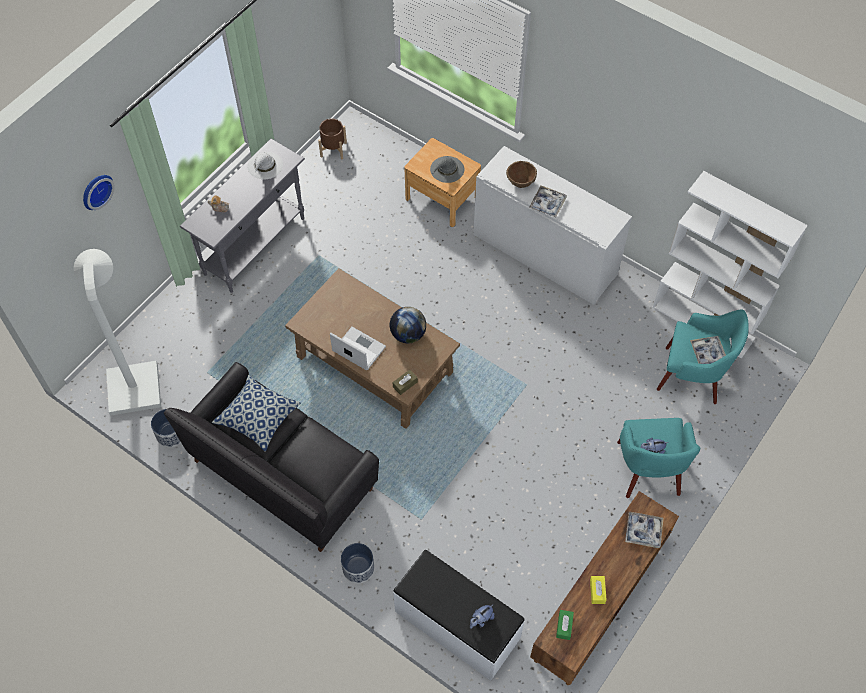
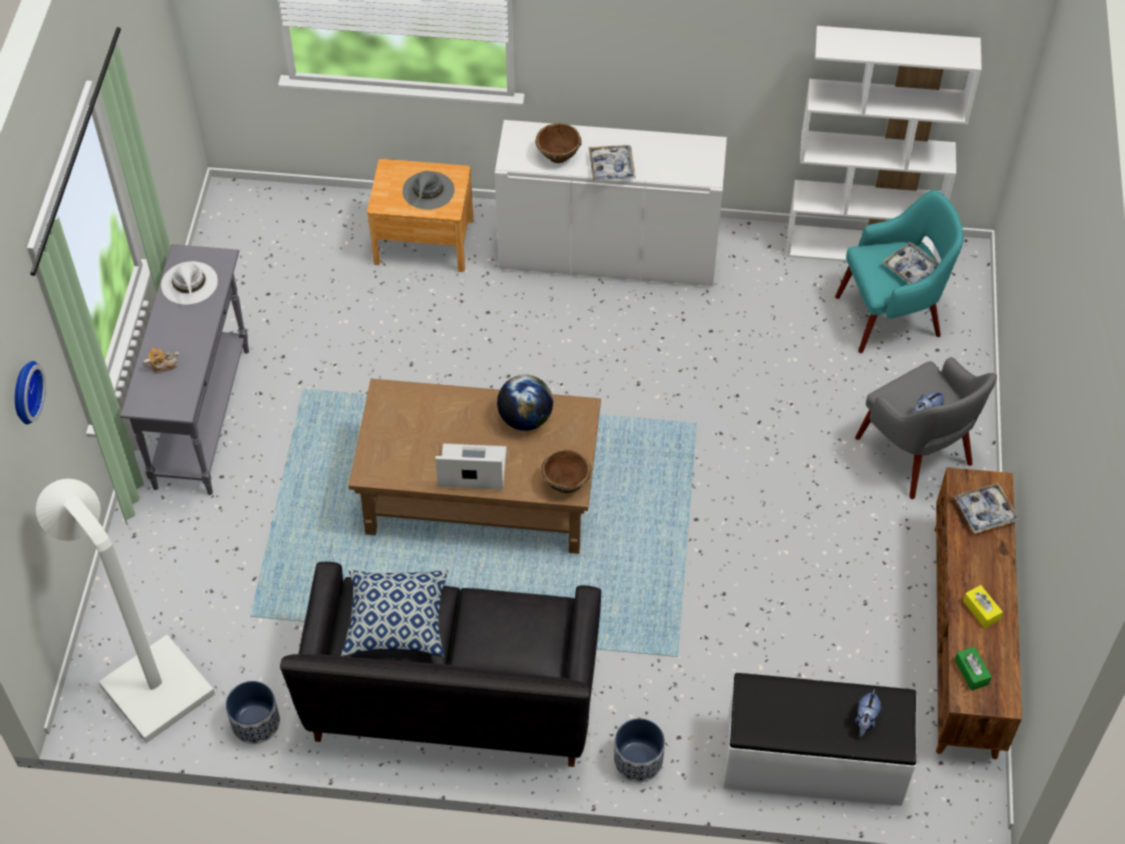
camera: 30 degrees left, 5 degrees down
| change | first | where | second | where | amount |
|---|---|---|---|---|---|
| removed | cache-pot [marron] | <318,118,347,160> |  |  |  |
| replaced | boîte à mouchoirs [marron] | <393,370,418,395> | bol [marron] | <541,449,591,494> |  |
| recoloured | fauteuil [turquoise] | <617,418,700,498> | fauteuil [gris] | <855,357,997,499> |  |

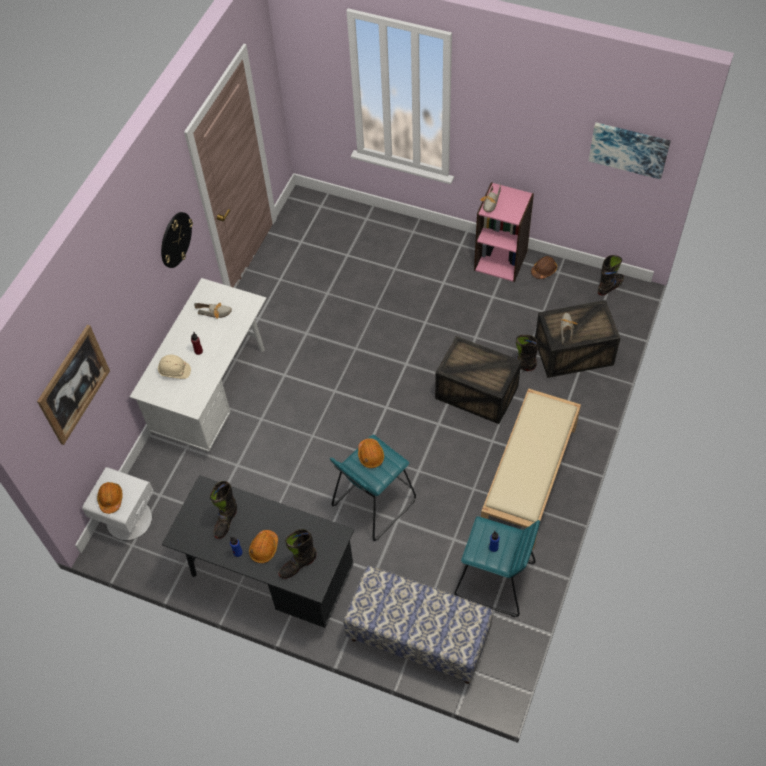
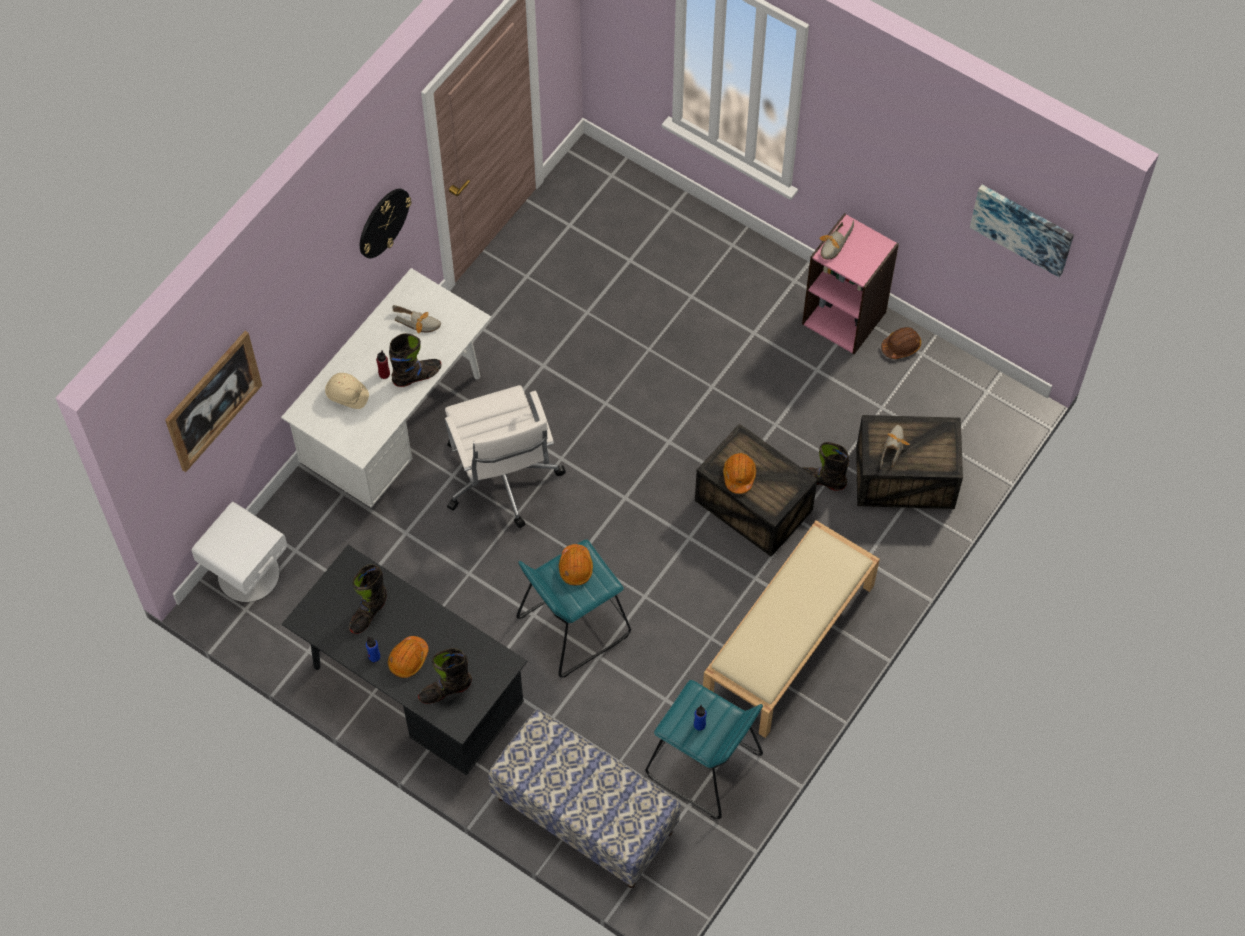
camera: 10 degrees right, 5 degrees up
| change | first | where | second | where | amount |
|---|---|---|---|---|---|
| moved | casque de chantier [orange] | <97,482,123,514> |  | <723,453,756,494> |  |
| moved | botte [noir] | <598,255,624,296> |  | <389,333,441,387> |  |
| added |  |  | chaise de bureau [blanc] | <445,385,566,528> |  |

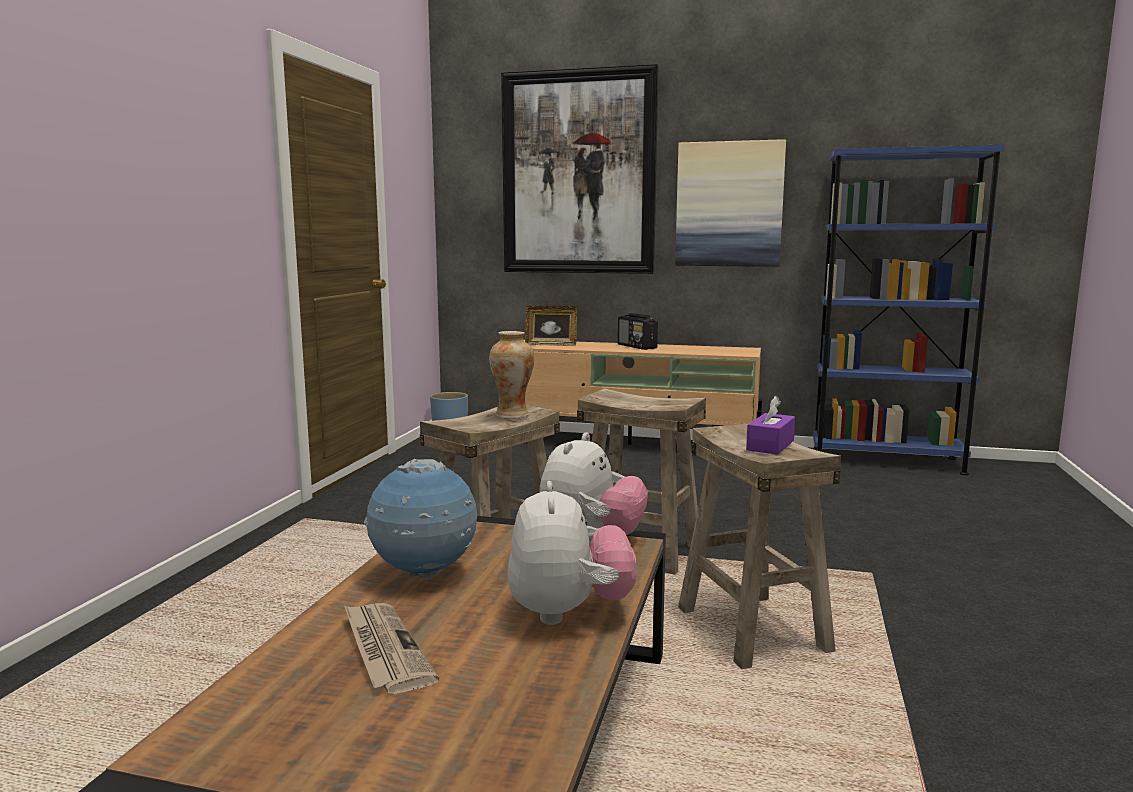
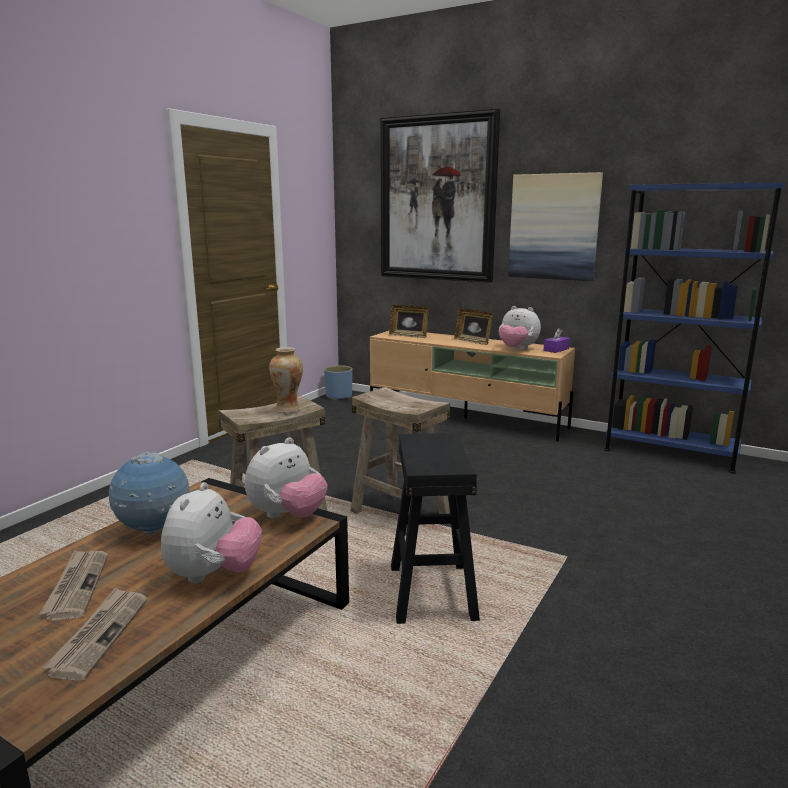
camera: 15 degrees right, 5 degrees up
| change | first | where | second | where | amount |
|---|---|---|---|---|---|
| replaced | radio | <618,313,658,350> | cadre photo | <454,308,493,345> |  |
| recoloured | tabouret [beige] | <678,424,841,669> | tabouret [noir] | <391,433,480,624> |  |
| moved | boîte à mouchoirs [violet] | <746,396,795,455> |  | <543,328,570,353> |  |
| added |  |  | journal | <42,587,147,681> |  |
| added |  |  | peluche | <499,306,541,350> |  |

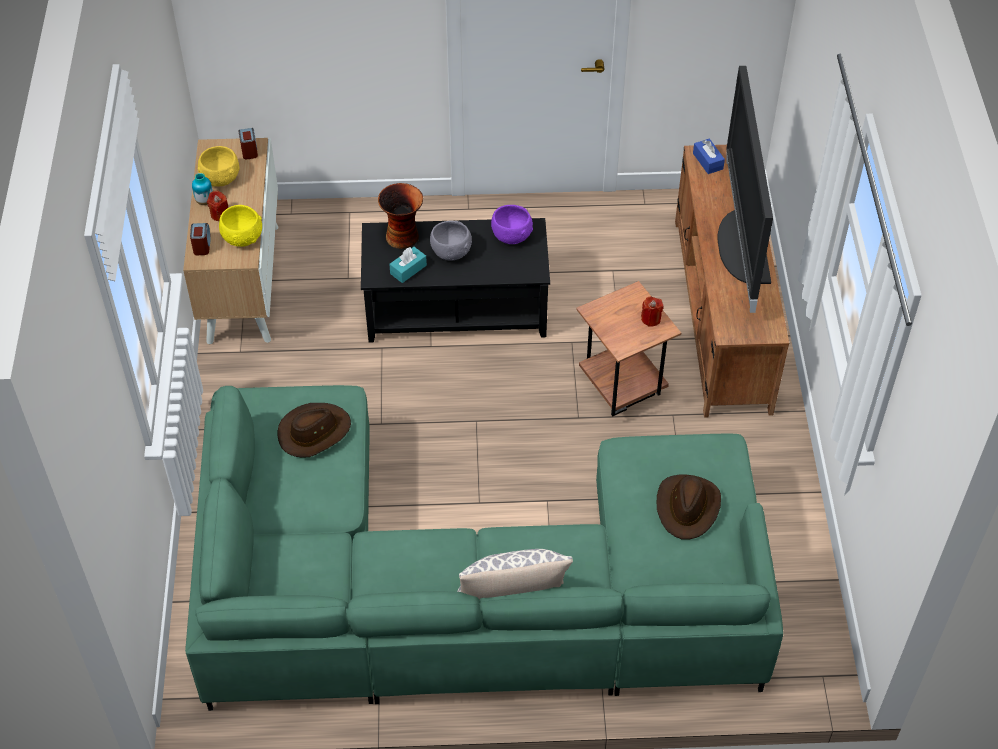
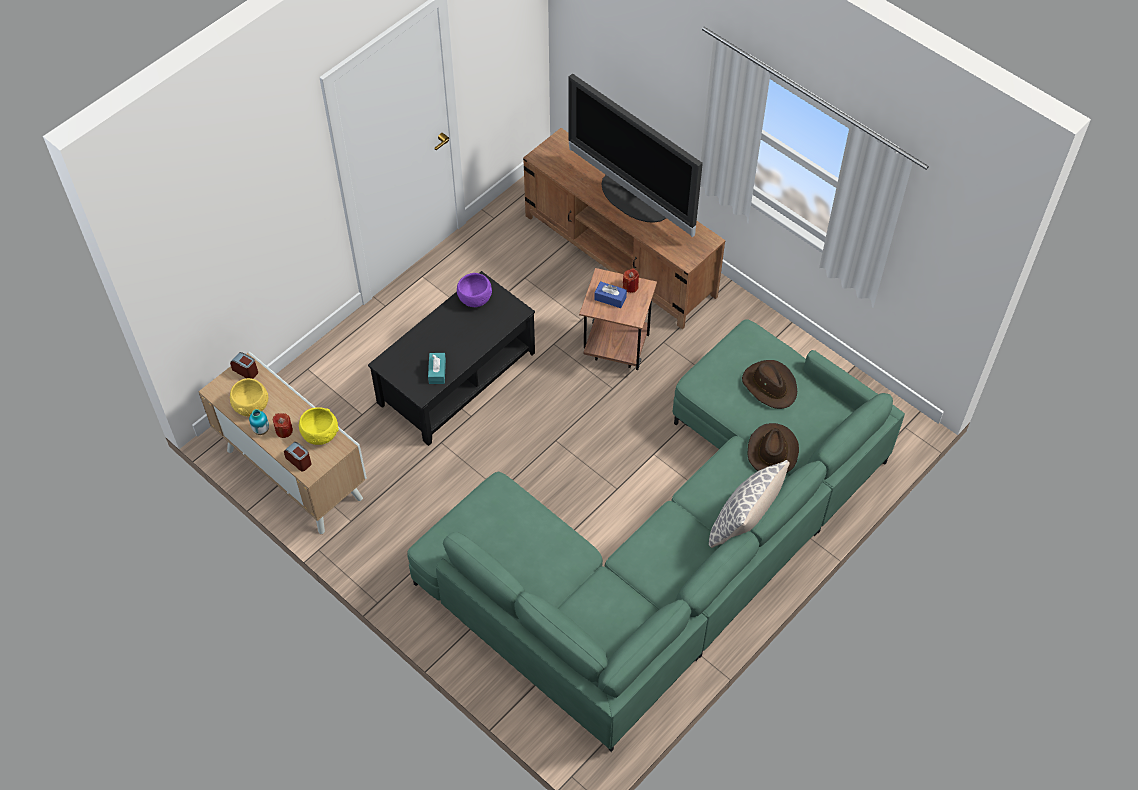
camera: 45 degrees left, 5 degrees up
| change | first | where | second | where | amount |
|---|---|---|---|---|---|
| moved | chapeau [marron] | <278,403,351,458> |  | <748,423,799,472> |  |
| removed | vase | <378,183,423,249> |  |  |  |
| removed | bol [gris] | <430,221,472,260> |  |  |  |
| moved | boîte à mouchoirs [bleu] | <693,139,725,174> |  | <594,281,627,308> |  |

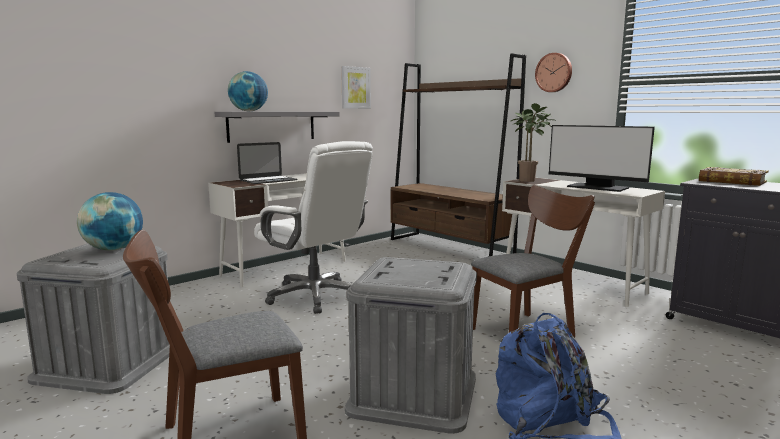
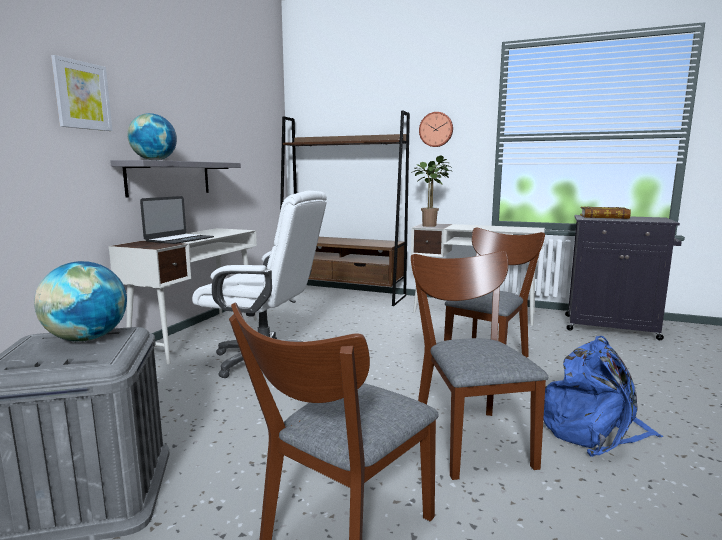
camera: 25 degrees left, 0 degrees up
| change | first | where | second | where | amount |
|---|---|---|---|---|---|
| moved | tableau | <341,66,371,109> |  | <51,55,112,131> |  |
| replaced | boîte de rangement [gris] | <345,257,477,434> | chaise [marron] | <411,251,548,480> |  |
| removed | écran d'ordinateur | <549,125,655,192> |  |  |  |

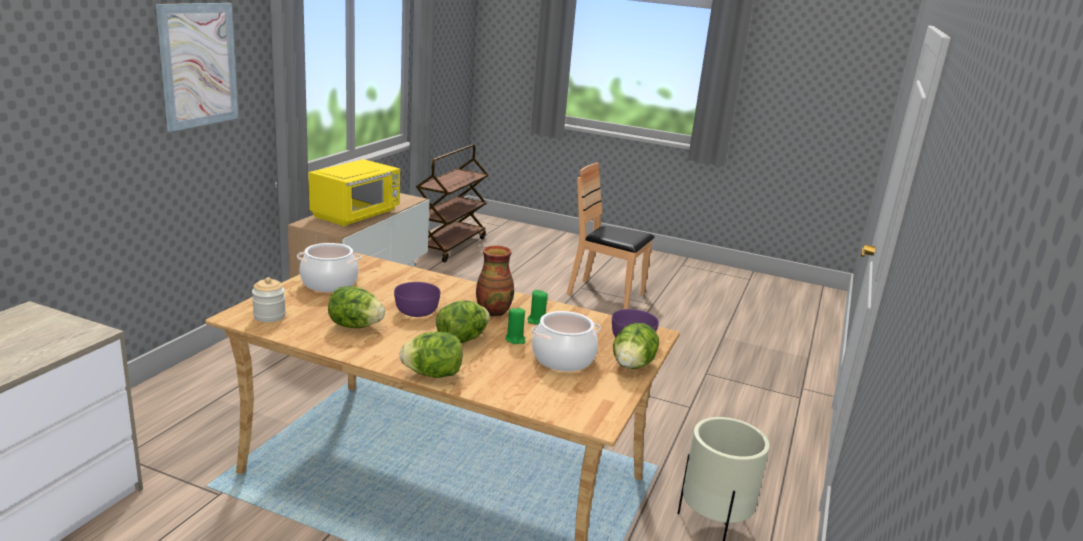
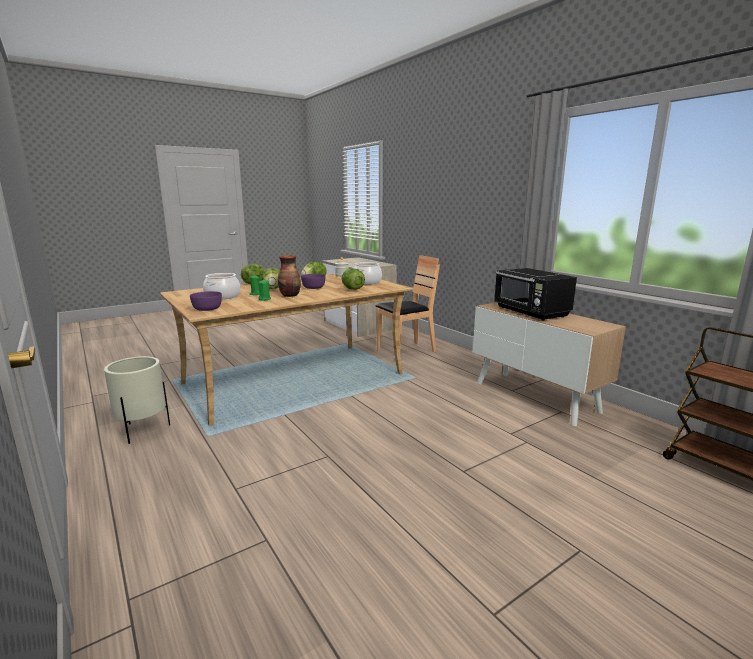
camera: 125 degrees right, 5 degrees down
| change | first | where | second | where | amount |
|---|---|---|---|---|---|
| removed | tableau | <156,3,238,132> |  |  |  |
| recoloured | micro-ondes [jaune] | <308,159,400,227> | micro-ondes [noir] | <494,268,577,321> |  |
| moved | chaise [marron] | <567,163,655,309> |  | <376,255,440,352> |  |
| moved | laitue | <613,323,659,369> |  | <342,268,365,290> |  |

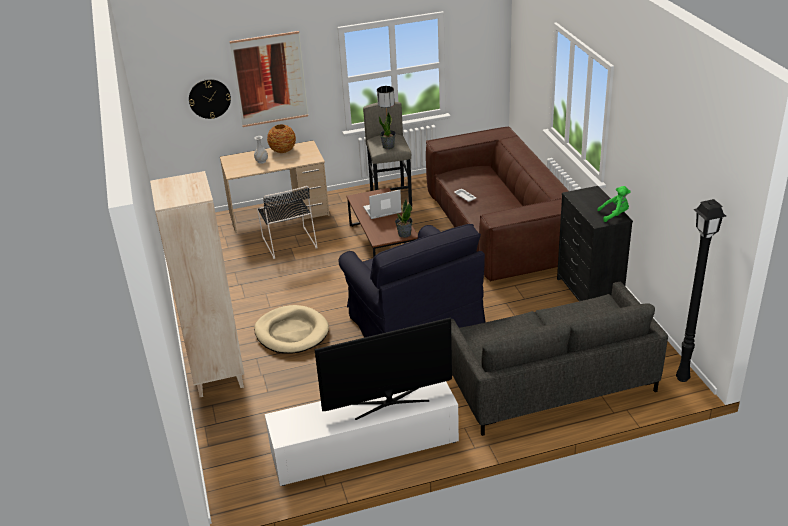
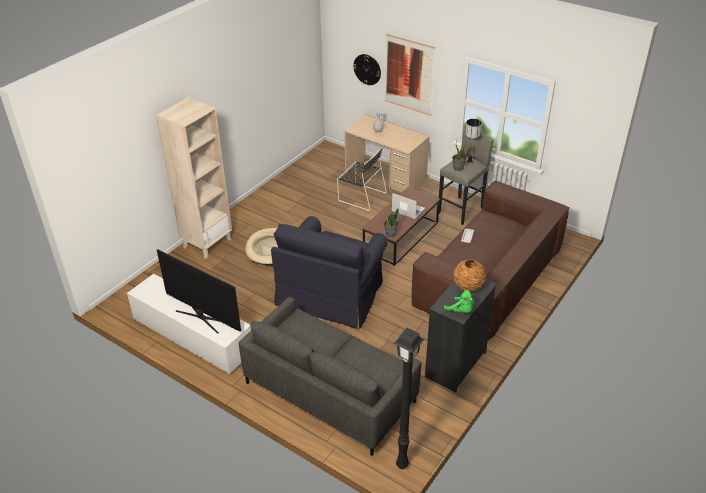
camera: 50 degrees right, 5 degrees up
| change | first | where | second | where | amount |
|---|---|---|---|---|---|
| turned | chaise [noir] | <257,186,318,259> |  | <337,147,387,211> | 90 degrees counterclockwise |
| moved | vase | <267,124,296,153> |  | <454,260,486,292> |  |

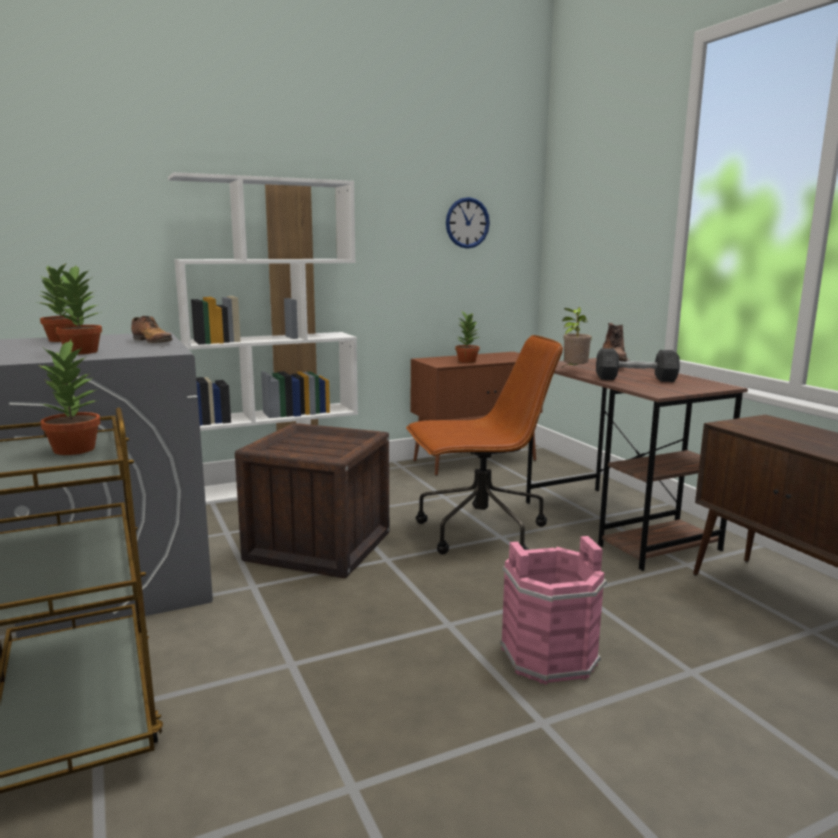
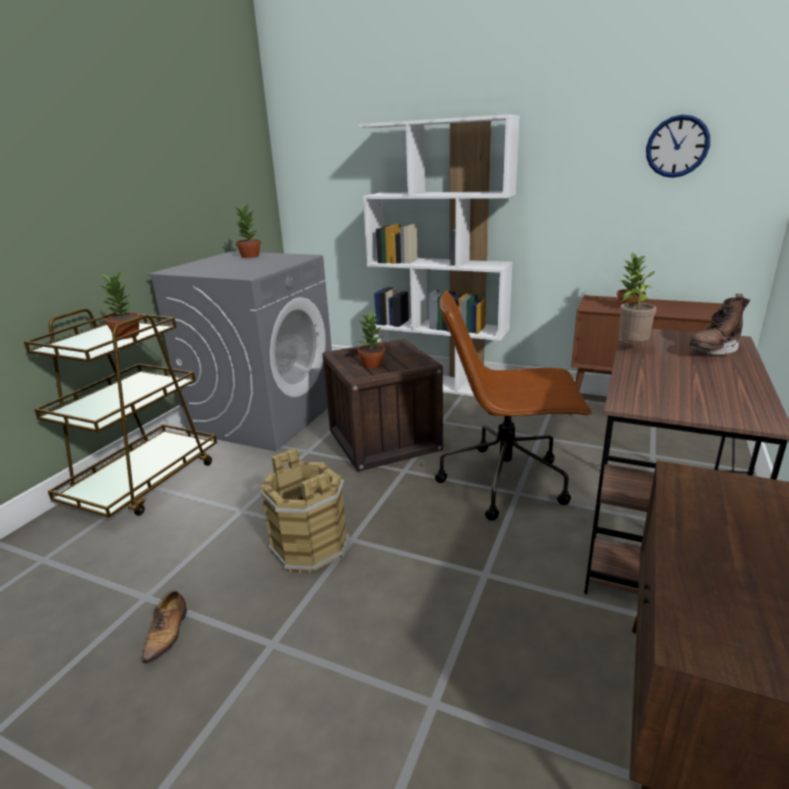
camera: 50 degrees right, 10 degrees up
| change | first | where | second | where | amount |
|---|---|---|---|---|---|
| moved | plante en pot | <53,265,102,355> |  | <358,309,386,369> |  |
| moved | chaussure | <131,316,172,343> |  | <142,591,187,664> |  |
| turned | chaise de bureau [marron] | <406,335,563,554> |  | <435,291,593,521> | 150 degrees clockwise |
| removed | seau [rose] | <500,536,607,685> |  |  |  |
| removed | haltère [gris] | <596,348,680,382> |  |  |  |
| added |  |  | seau [marron] | <260,448,349,574> |  |

